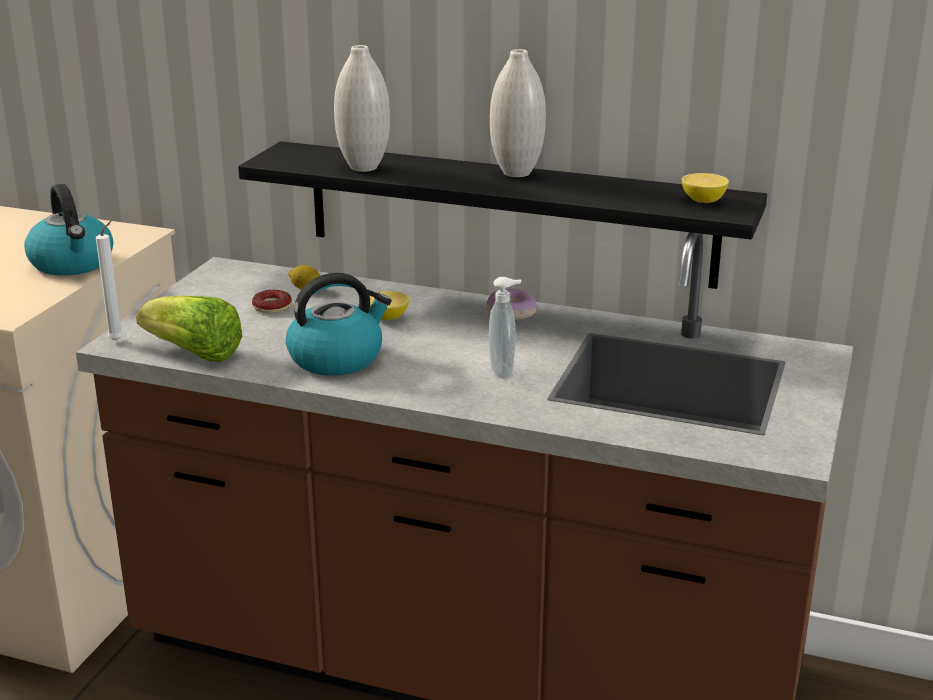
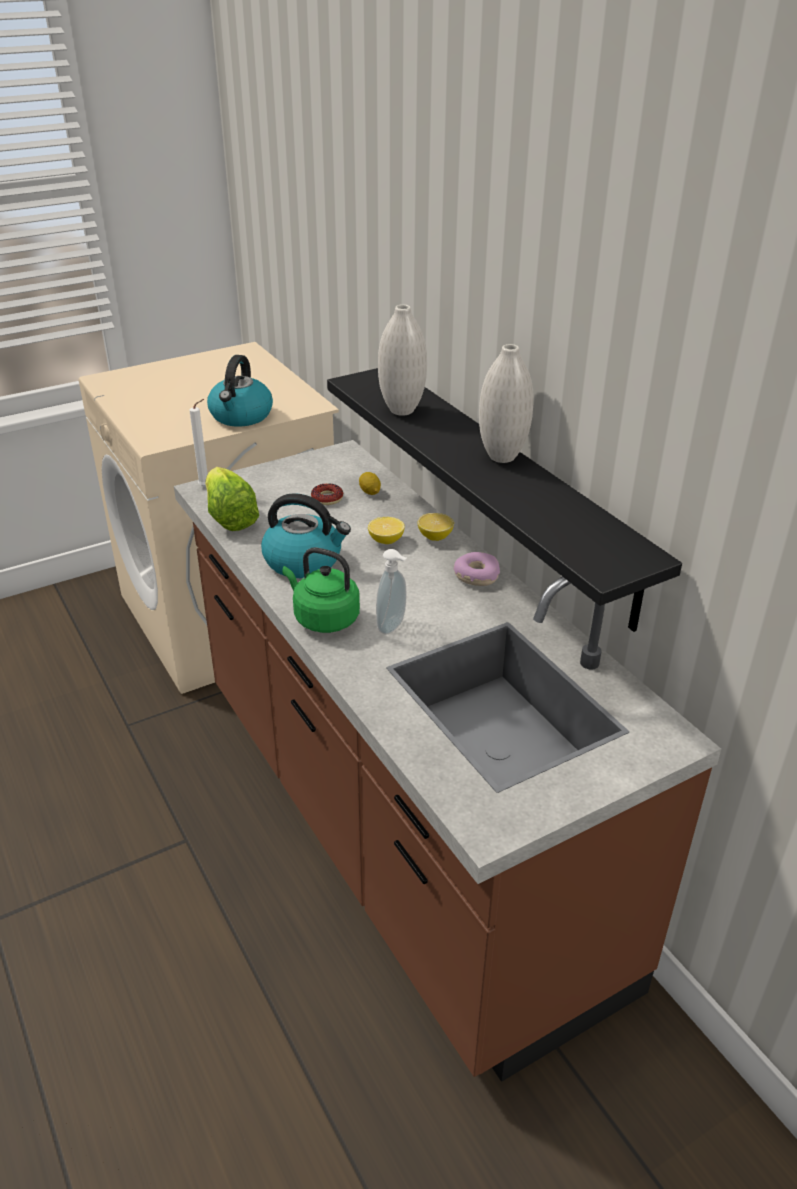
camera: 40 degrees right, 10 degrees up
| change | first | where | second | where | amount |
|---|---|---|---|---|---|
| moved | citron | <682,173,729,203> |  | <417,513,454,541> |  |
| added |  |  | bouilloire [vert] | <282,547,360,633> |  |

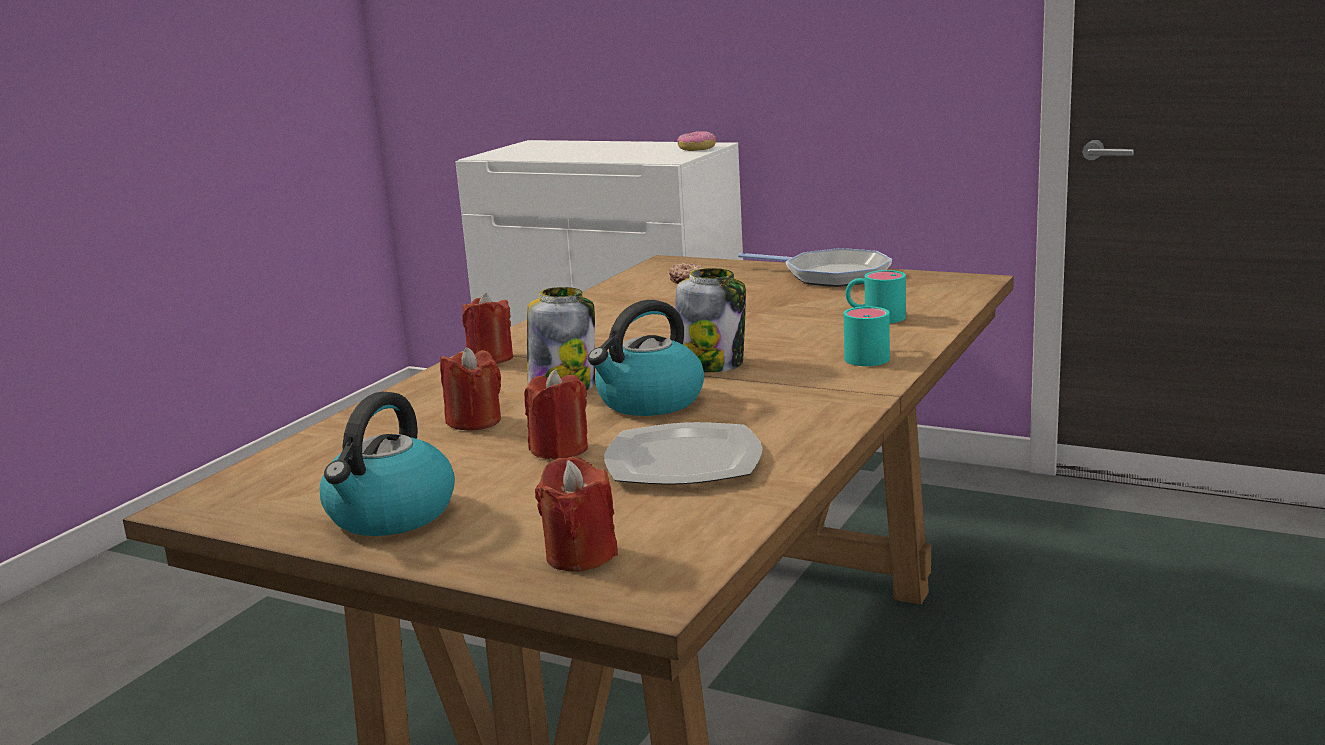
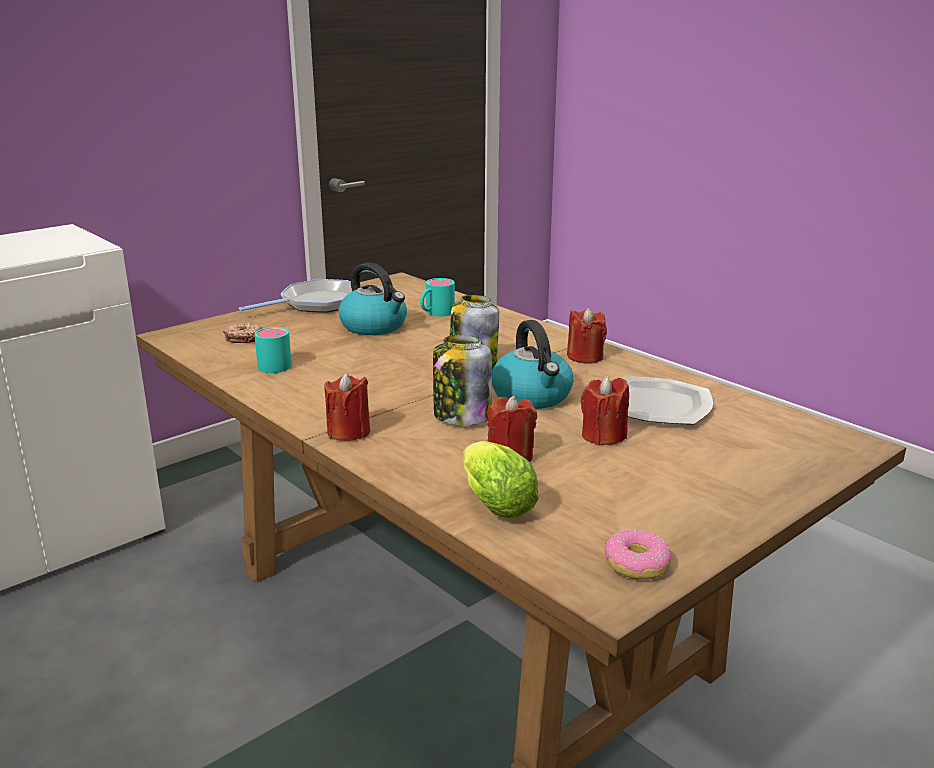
camera: 70 degrees left, 5 degrees up
| change | first | where | second | where | amount |
|---|---|---|---|---|---|
| moved | bouilloire | <320,392,455,536> |  | <339,263,407,335> |  |
| moved | bougie [rouge] | <535,457,618,572> |  | <567,308,607,364> |  |
| moved | beignet | <677,131,716,151> |  | <605,530,671,580> |  |
| moved | mug [turquoise] | <844,306,890,366> |  | <254,327,292,373> |  |
| added |  |  | laitue | <463,441,539,518> |  |

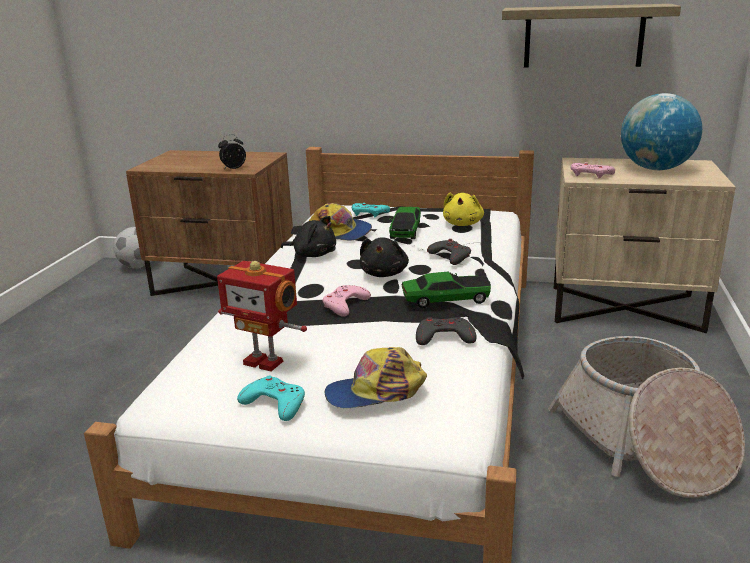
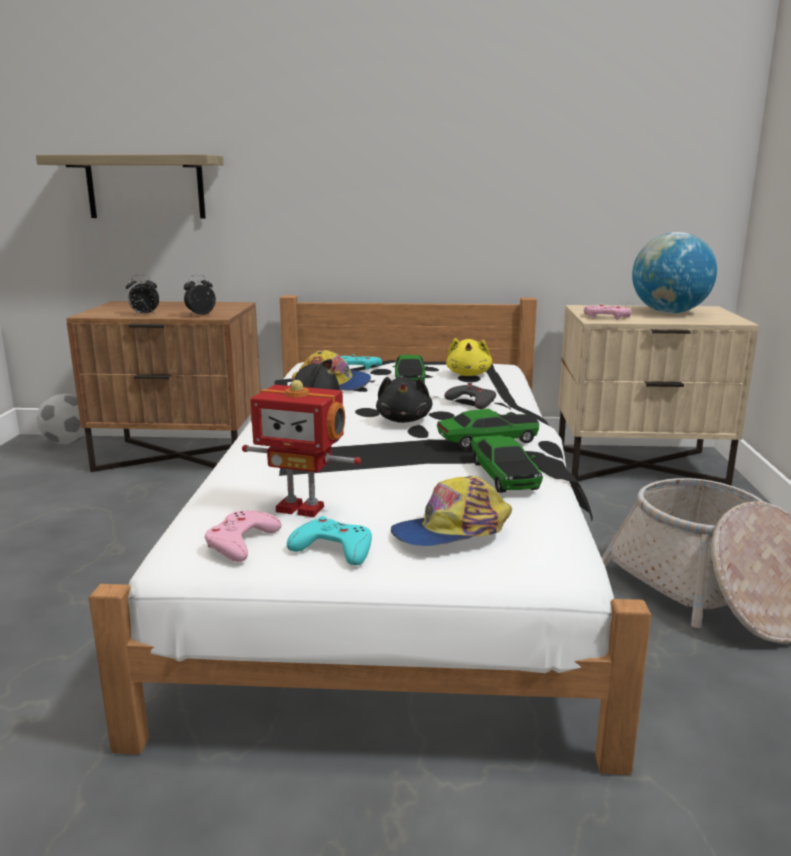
camera: 10 degrees left, 5 degrees down
| change | first | where | second | where | amount |
|---|---|---|---|---|---|
| moved | manette [rose] | <323,285,371,317> |  | <205,511,281,562> |  |
| replaced | manette [gris] | <416,317,476,345> | petite voiture | <471,435,543,493> |  |
| moved | étagère | <502,4,681,68> |  | <36,154,224,218> |  |
| added |  |  | réveil | <126,275,159,315> |  |

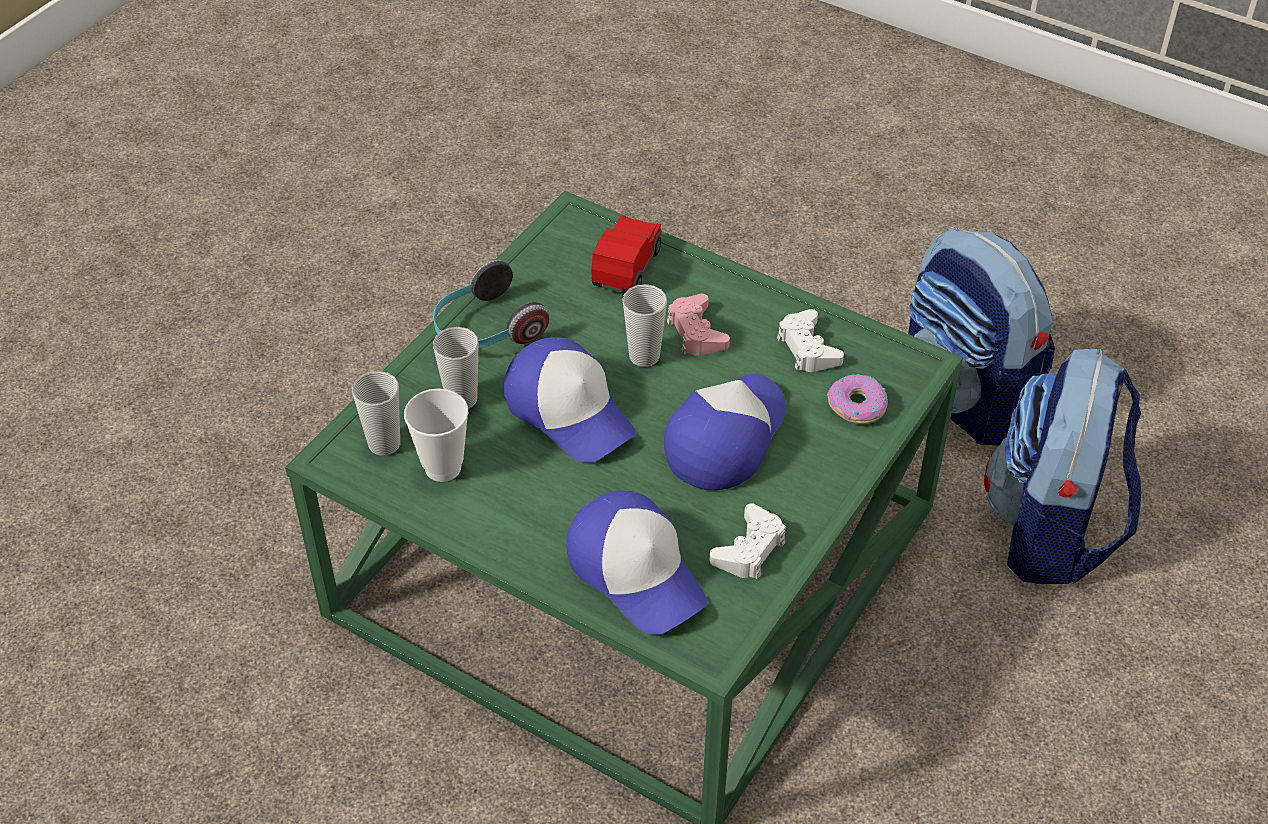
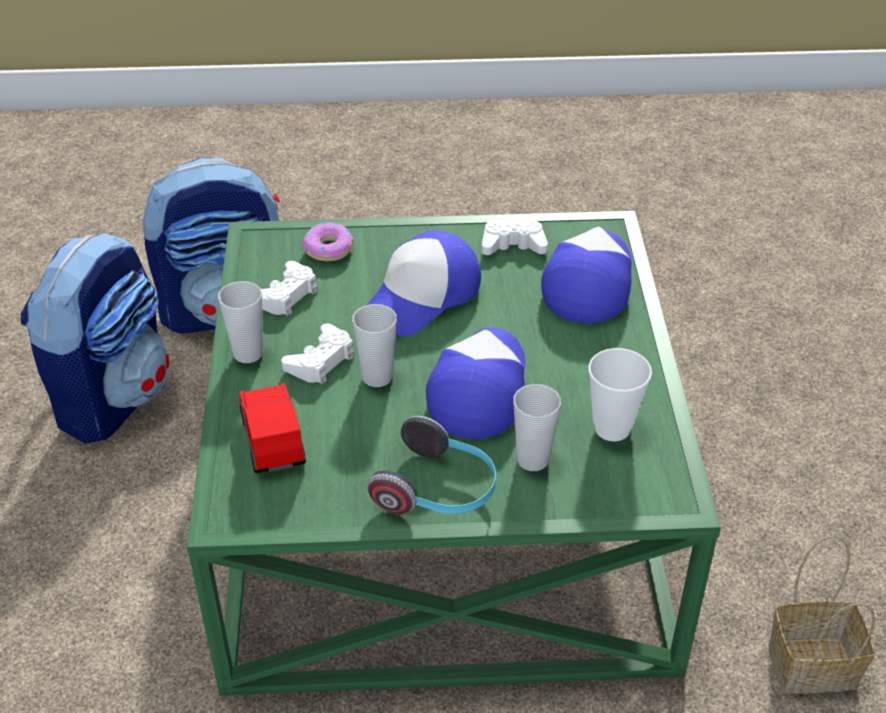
camera: 125 degrees left, 5 degrees down
| change | first | where | second | where | amount |
|---|---|---|---|---|---|
| moved | tasse | <352,371,400,456> |  | <218,281,263,363> |  |
| turned | petite voiture | <591,215,662,293> |  | <239,383,306,473> | 90 degrees clockwise |
| turned | casquette | <664,374,786,490> |  | <367,230,481,336> | 45 degrees counterclockwise |
| recoloured | manette [rose] | <667,294,730,356> | manette [blanc] | <281,323,354,384> |  |
| added |  |  | panier | <768,535,875,694> |  |

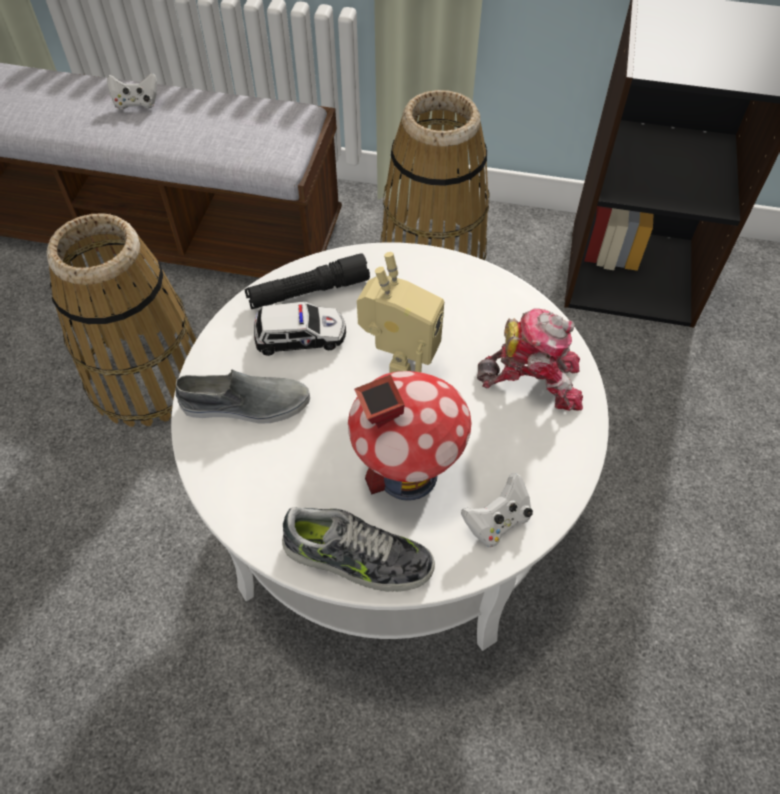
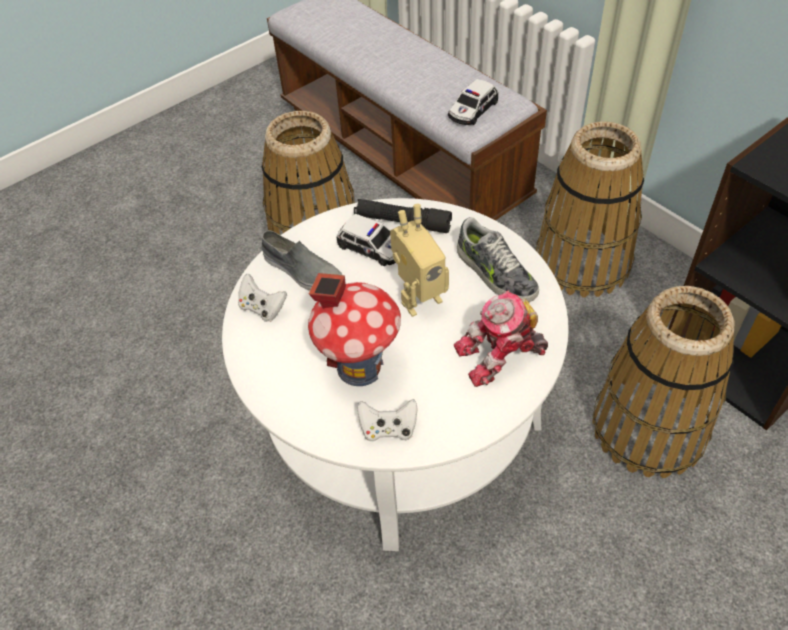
camera: 40 degrees right, 5 degrees down
| change | first | where | second | where | amount |
|---|---|---|---|---|---|
| moved | manette [blanc] | <107,73,157,110> |  | <238,274,287,322> |  |
| moved | chaussure | <282,507,435,592> |  | <457,217,539,302> |  |
| turned | robot jouet | <477,309,583,411> |  | <454,290,548,387> | 120 degrees clockwise |
| added |  |  | petite voiture | <448,79,498,125> |  |
| added |  |  | panier | <592,286,735,478> |  |

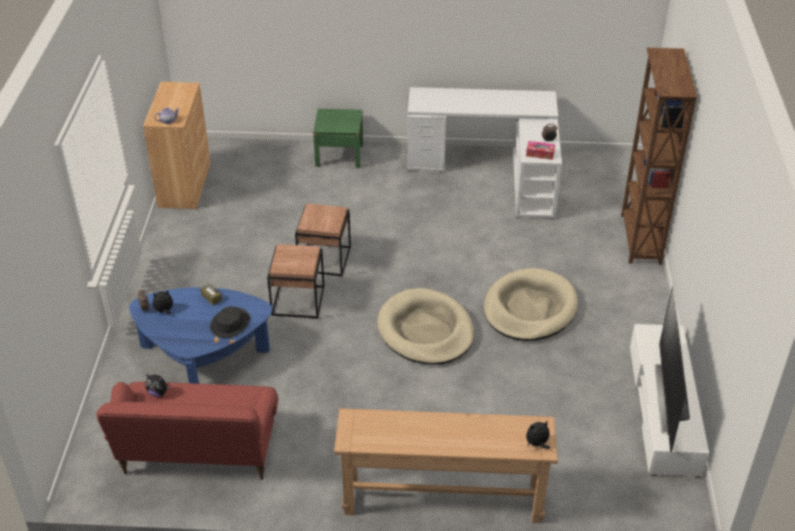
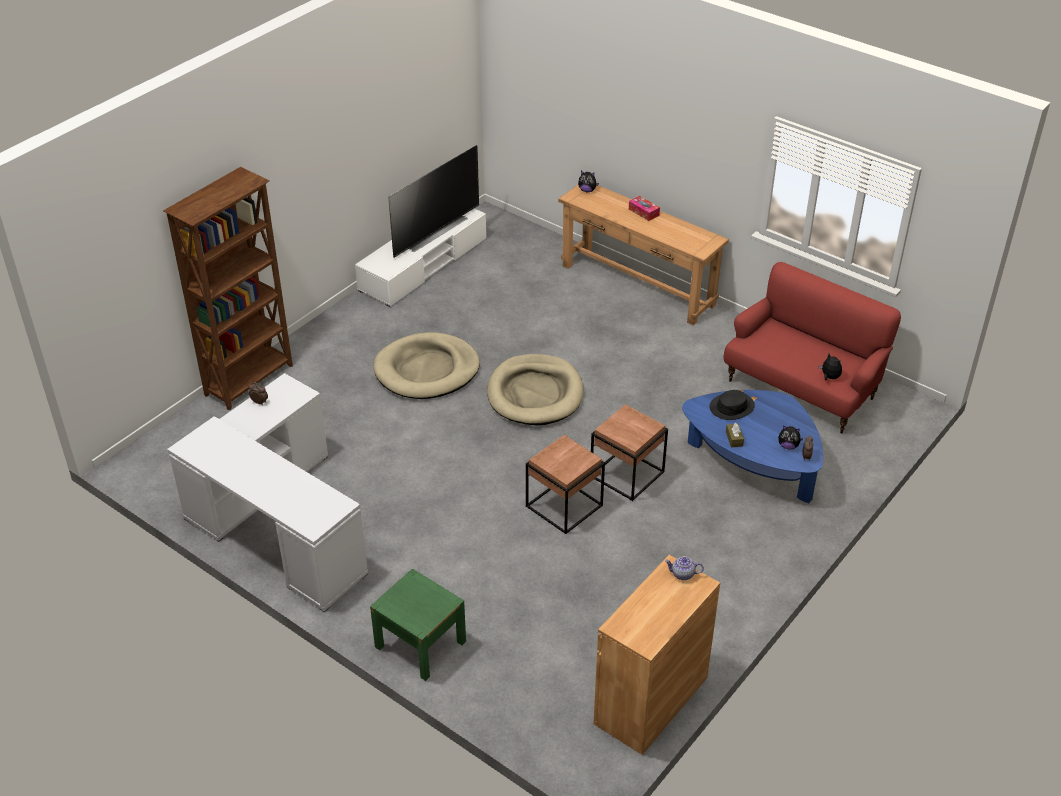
camera: 145 degrees left, 0 degrees up
| change | first | where | second | where | amount |
|---|---|---|---|---|---|
| moved | boîte à mouchoirs | <526,141,555,160> |  | <629,196,660,221> |  |

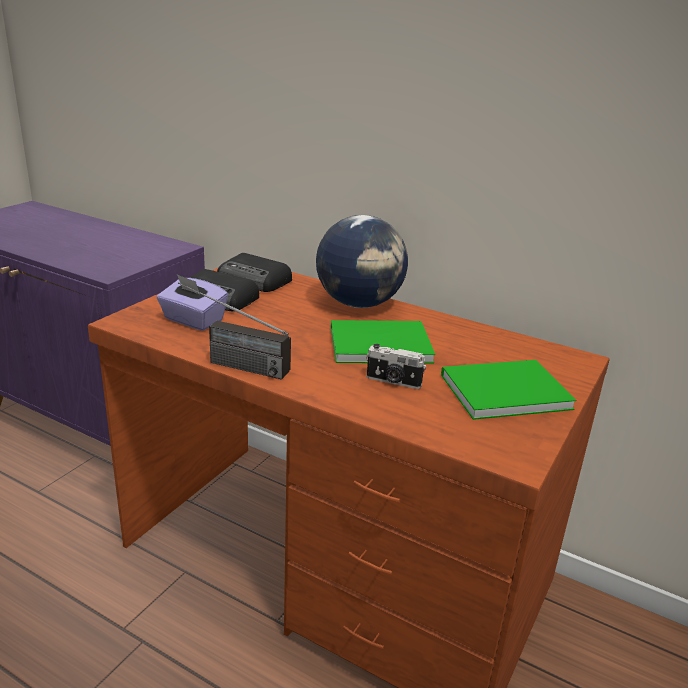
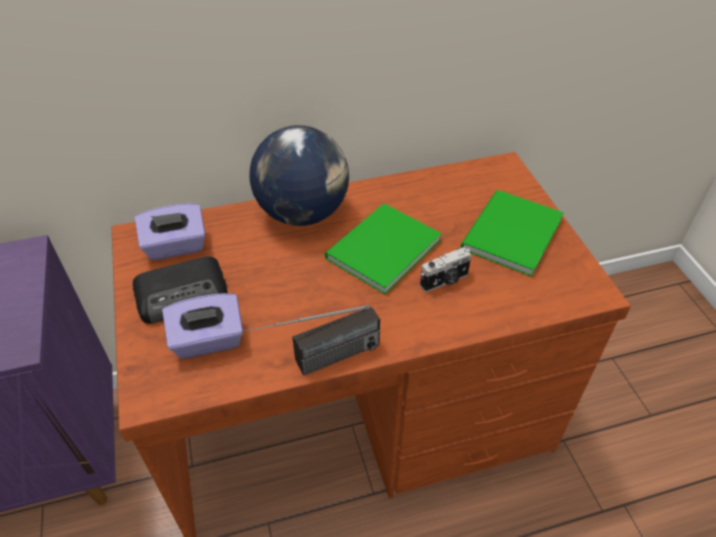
camera: 45 degrees left, 20 degrees up
| change | first | where | second | where | amount |
|---|---|---|---|---|---|
| replaced | radio | <217,253,292,292> | boîte à mouchoirs [violet] | <135,203,205,260> |  |

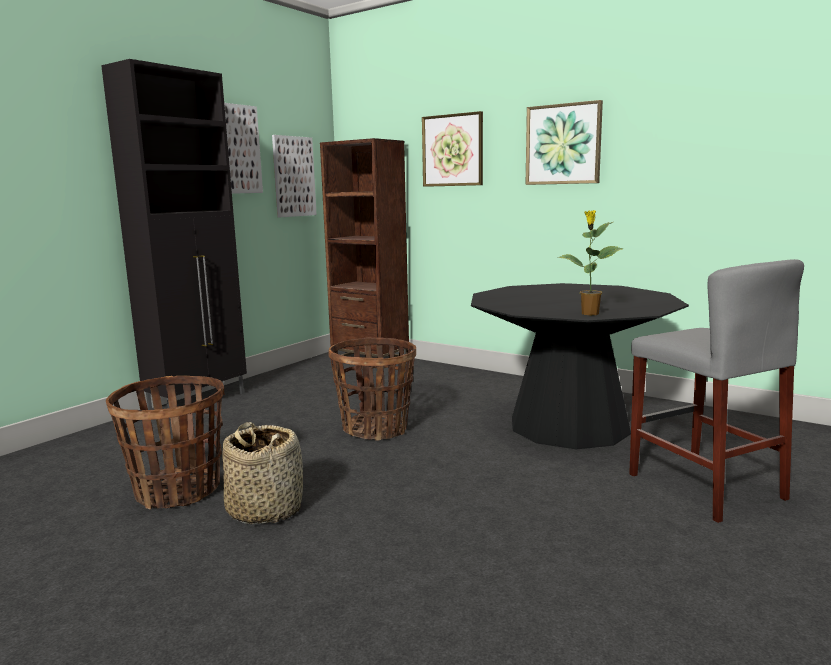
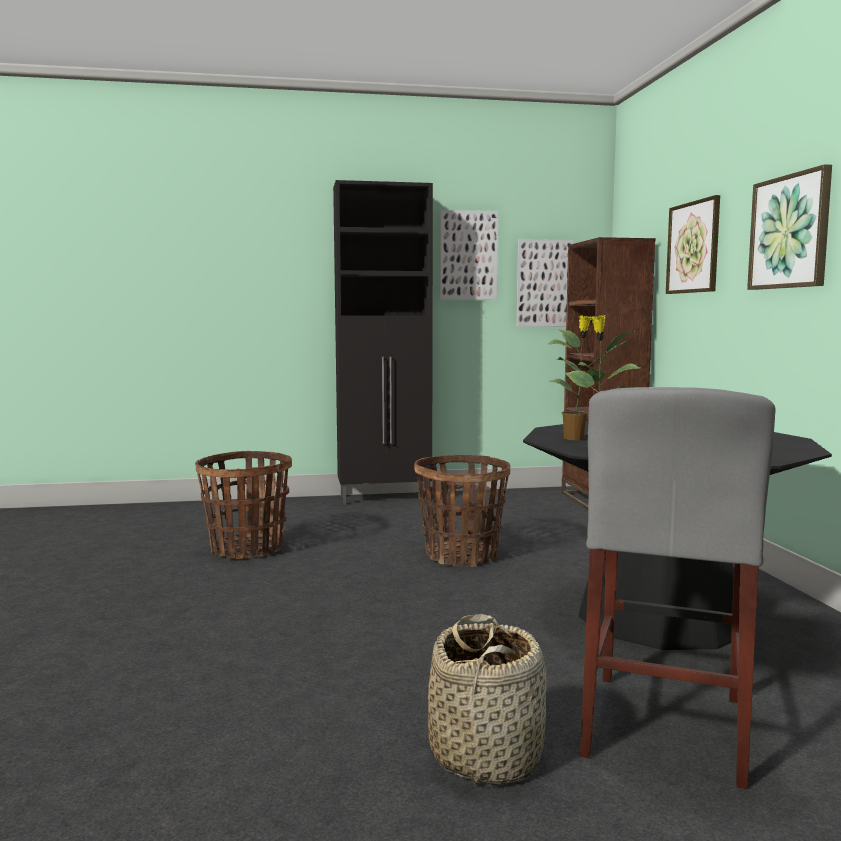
camera: 45 degrees right, 5 degrees down
| change | first | where | second | where | amount |
|---|---|---|---|---|---|
| moved | panier | <222,422,303,525> |  | <428,614,548,785> |  |
| added |  |  | plante en pot | <548,315,609,440> |  |

